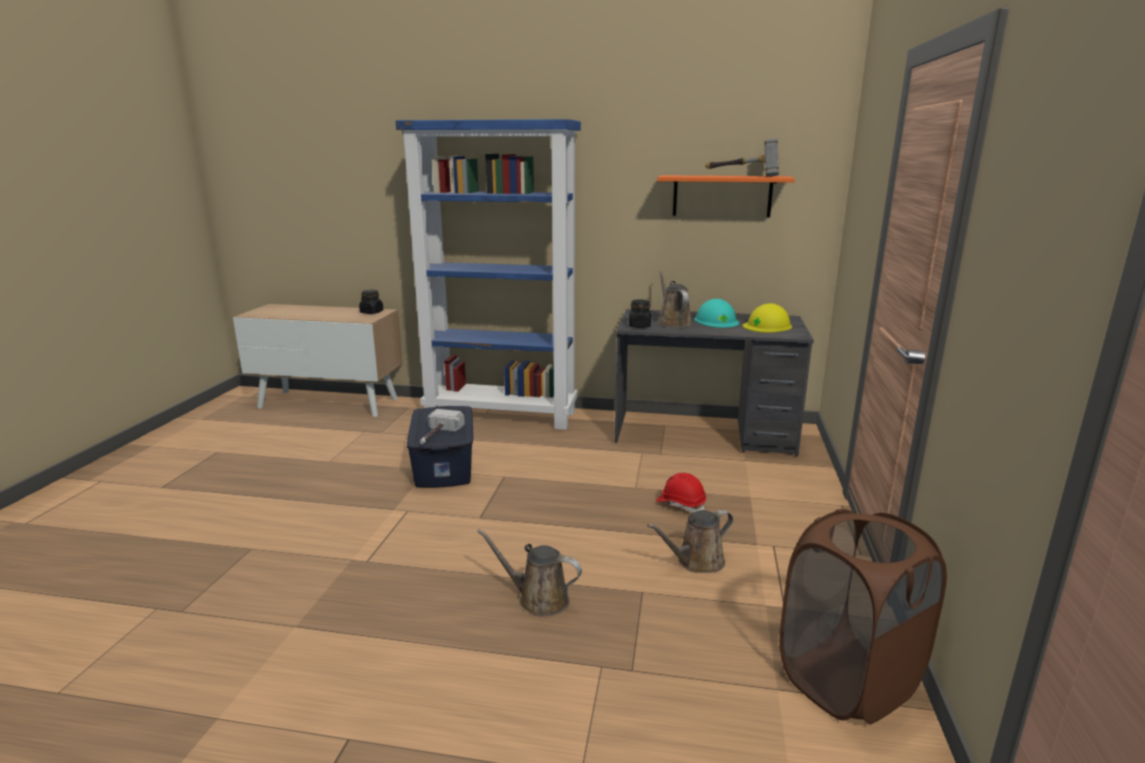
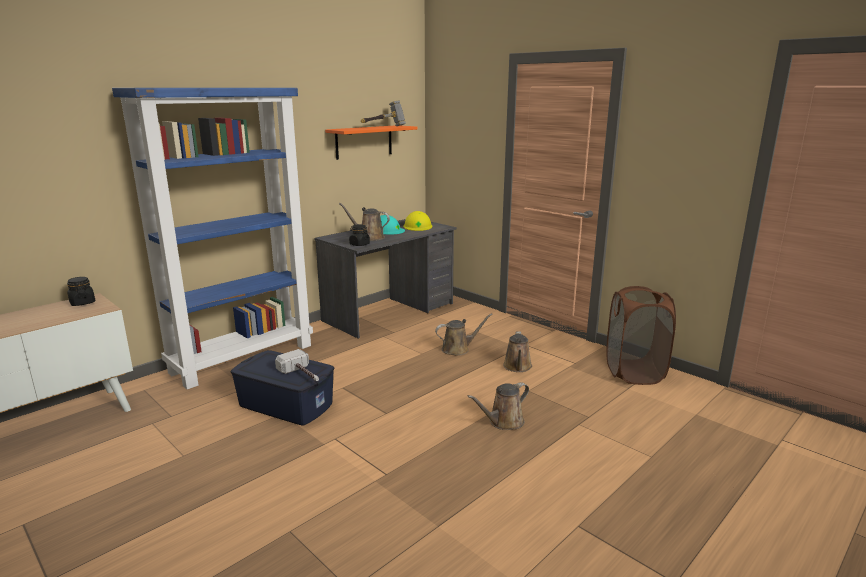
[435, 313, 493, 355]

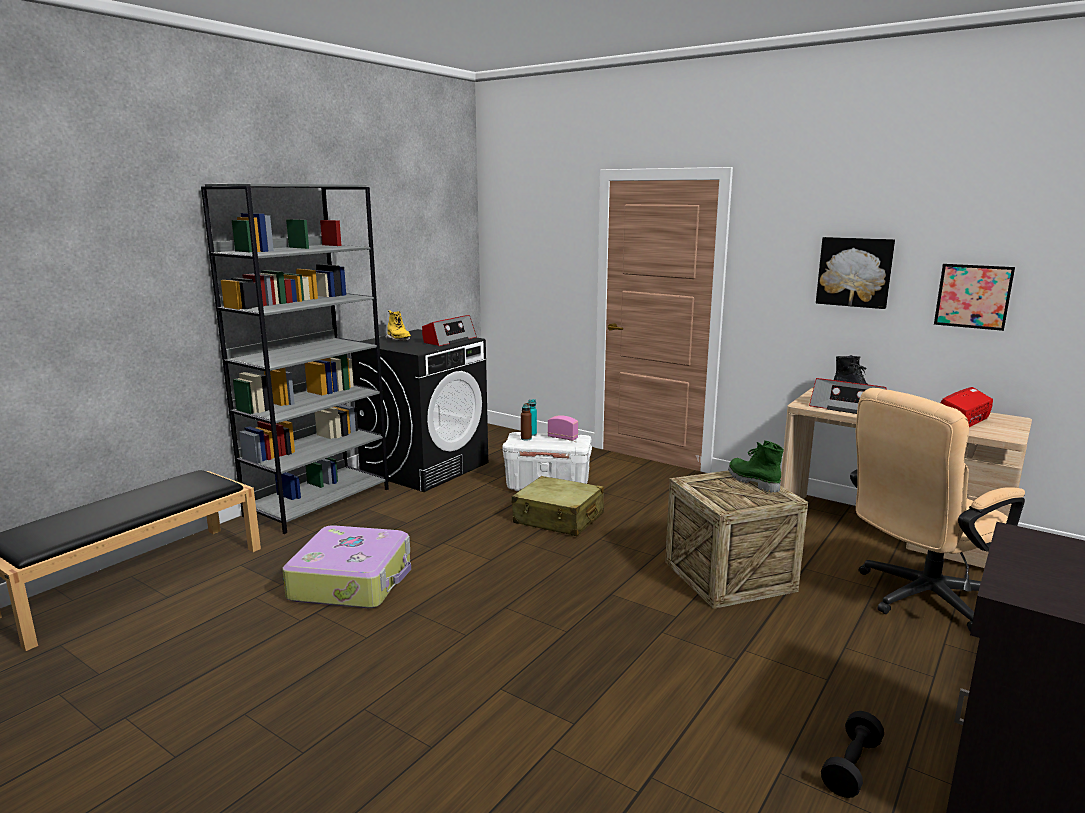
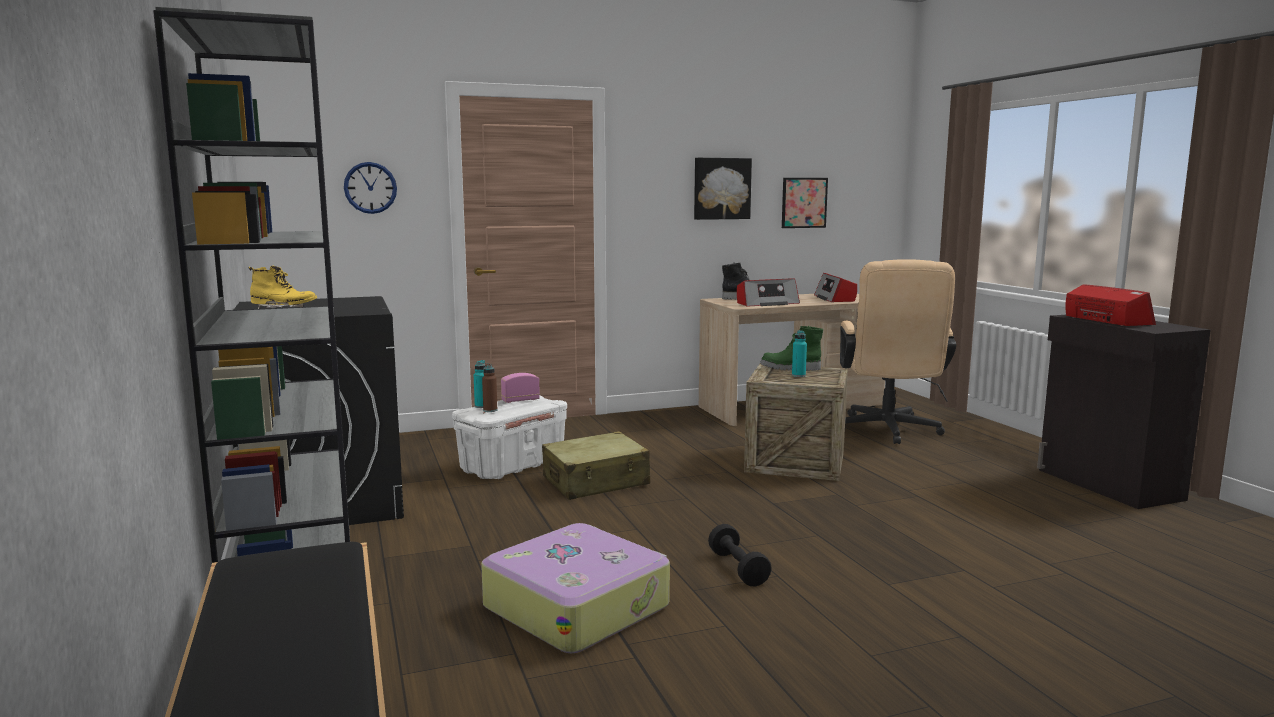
[344, 162, 397, 214]
[708, 524, 772, 586]
[792, 330, 807, 377]
[1065, 284, 1156, 326]

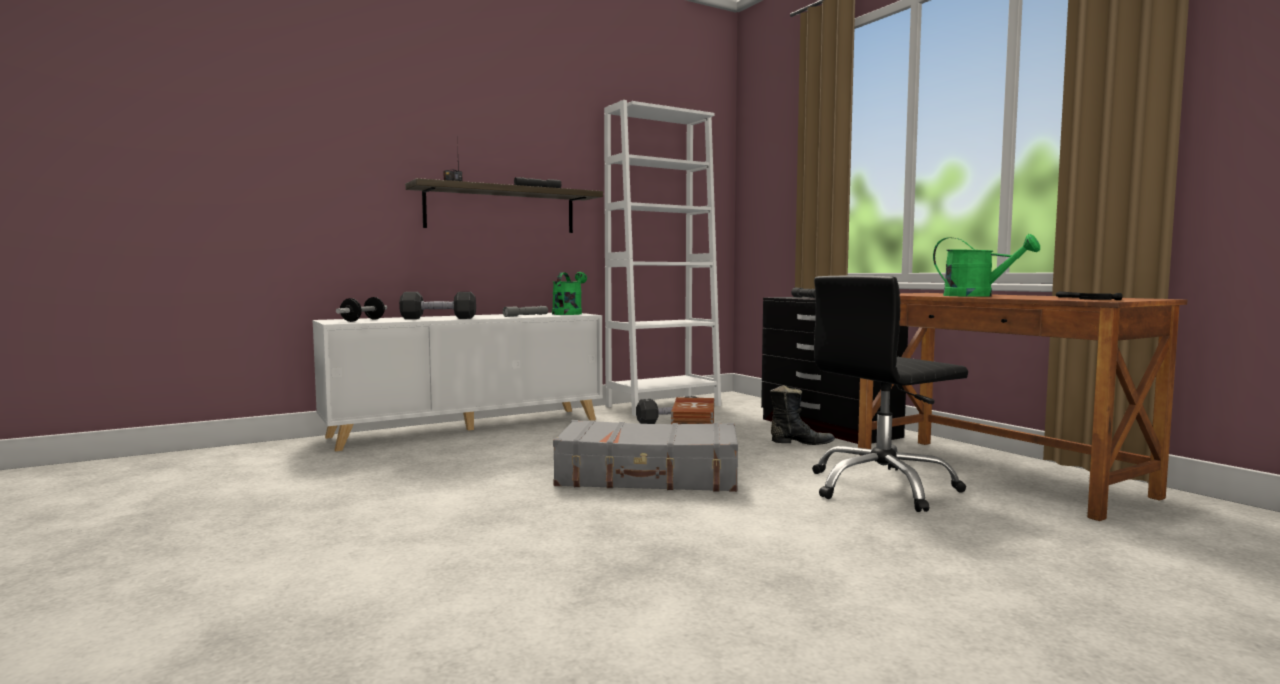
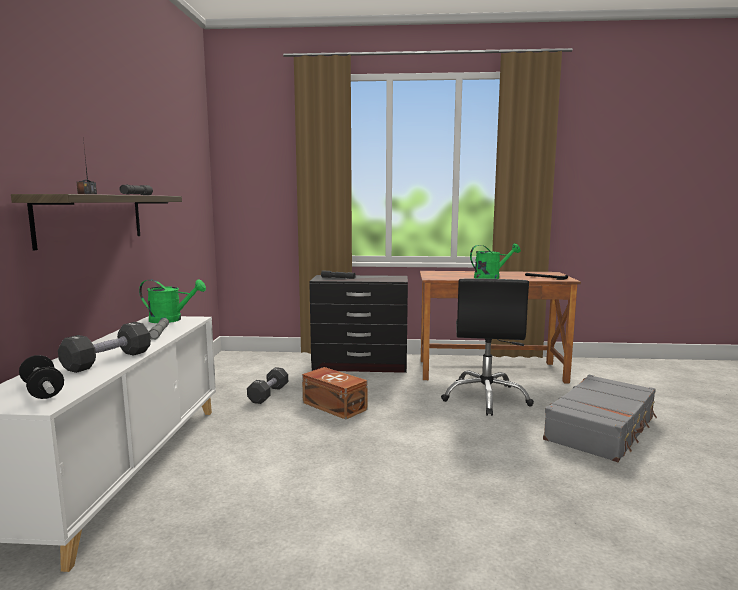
[139, 279, 206, 323]
[543, 375, 657, 462]
[604, 100, 721, 416] (first image)
[770, 385, 835, 445] (first image)

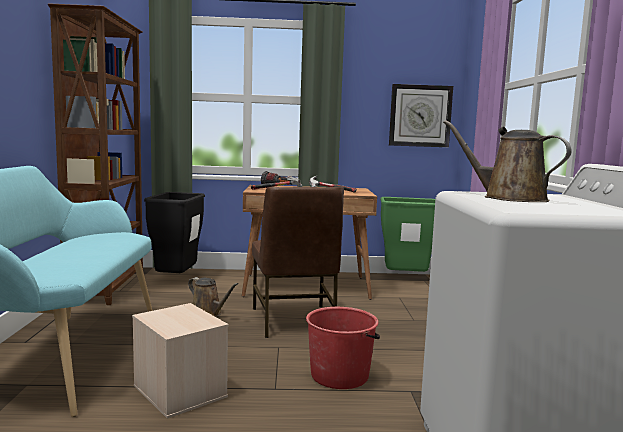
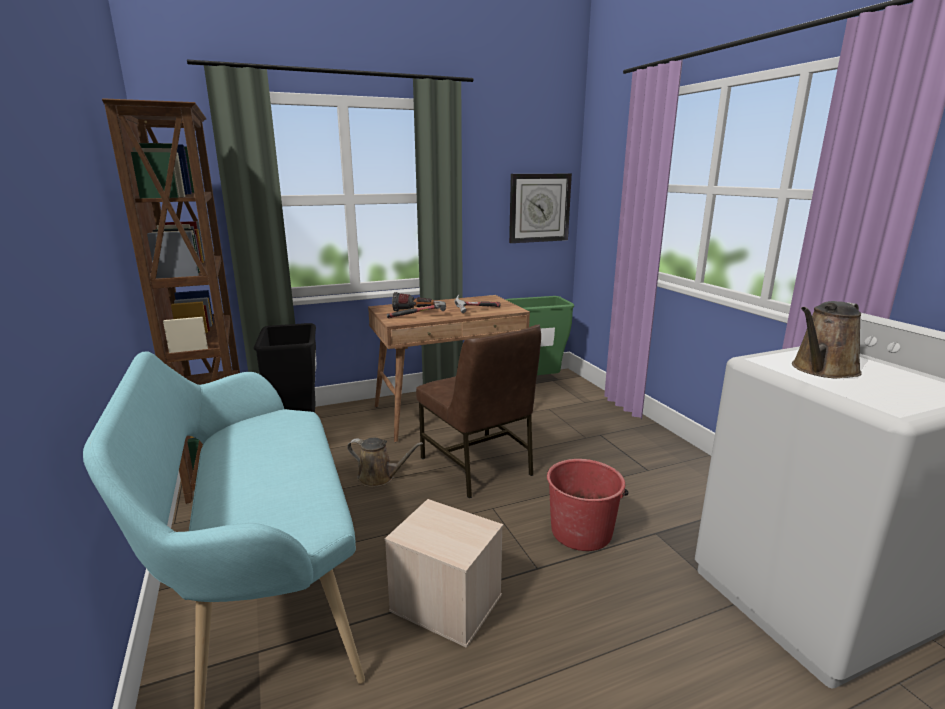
[792, 301, 862, 379]

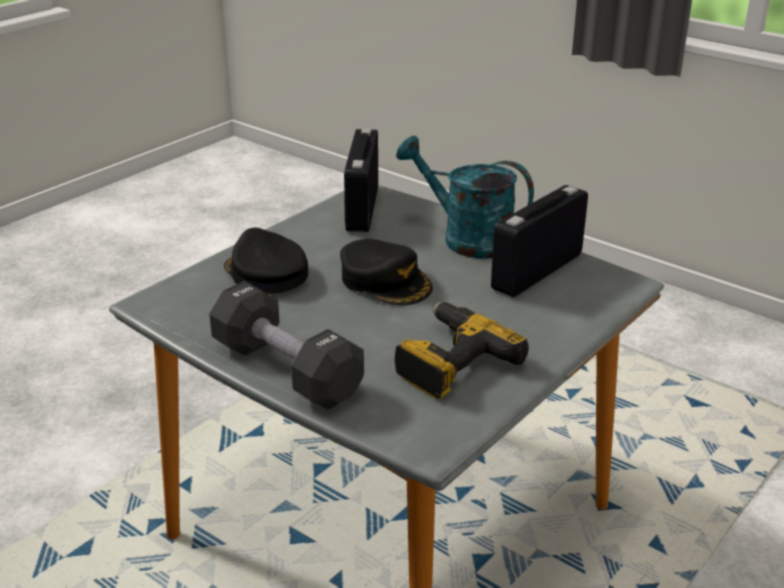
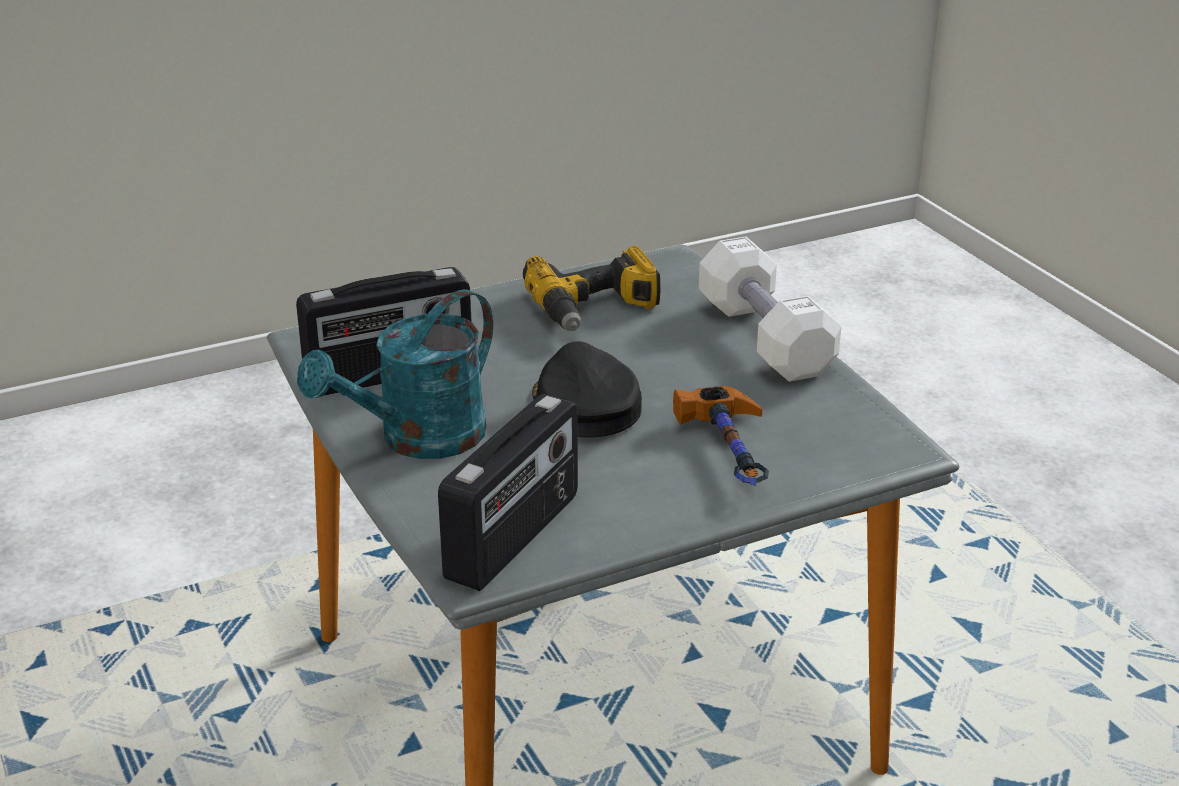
[297, 289, 493, 459]
[673, 386, 769, 486]
[699, 237, 841, 382]

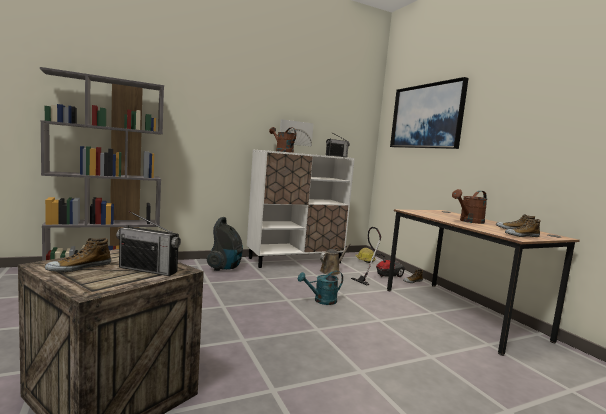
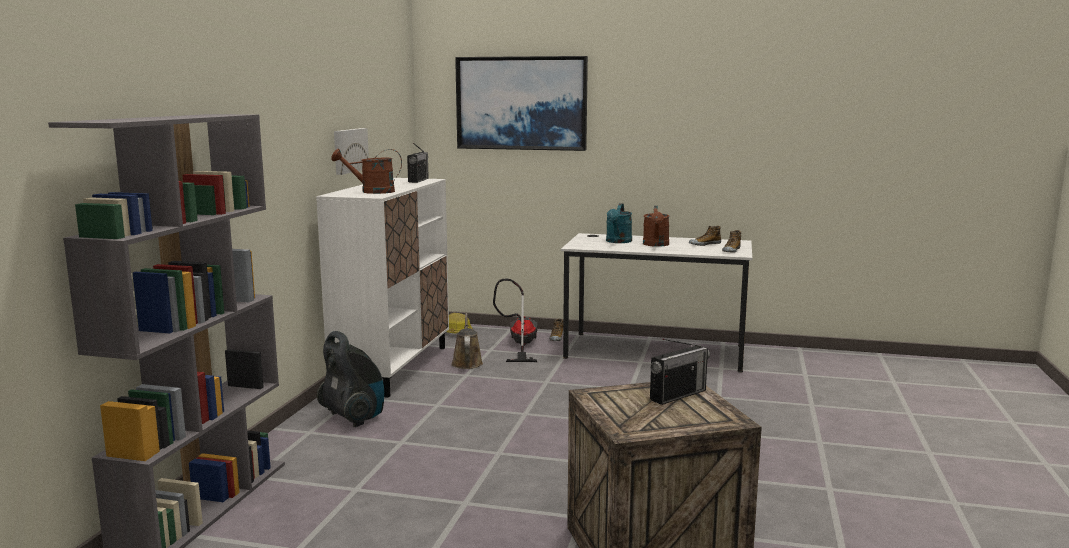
[561, 233, 752, 373]
[606, 203, 632, 243]
[45, 238, 111, 272] (first image)

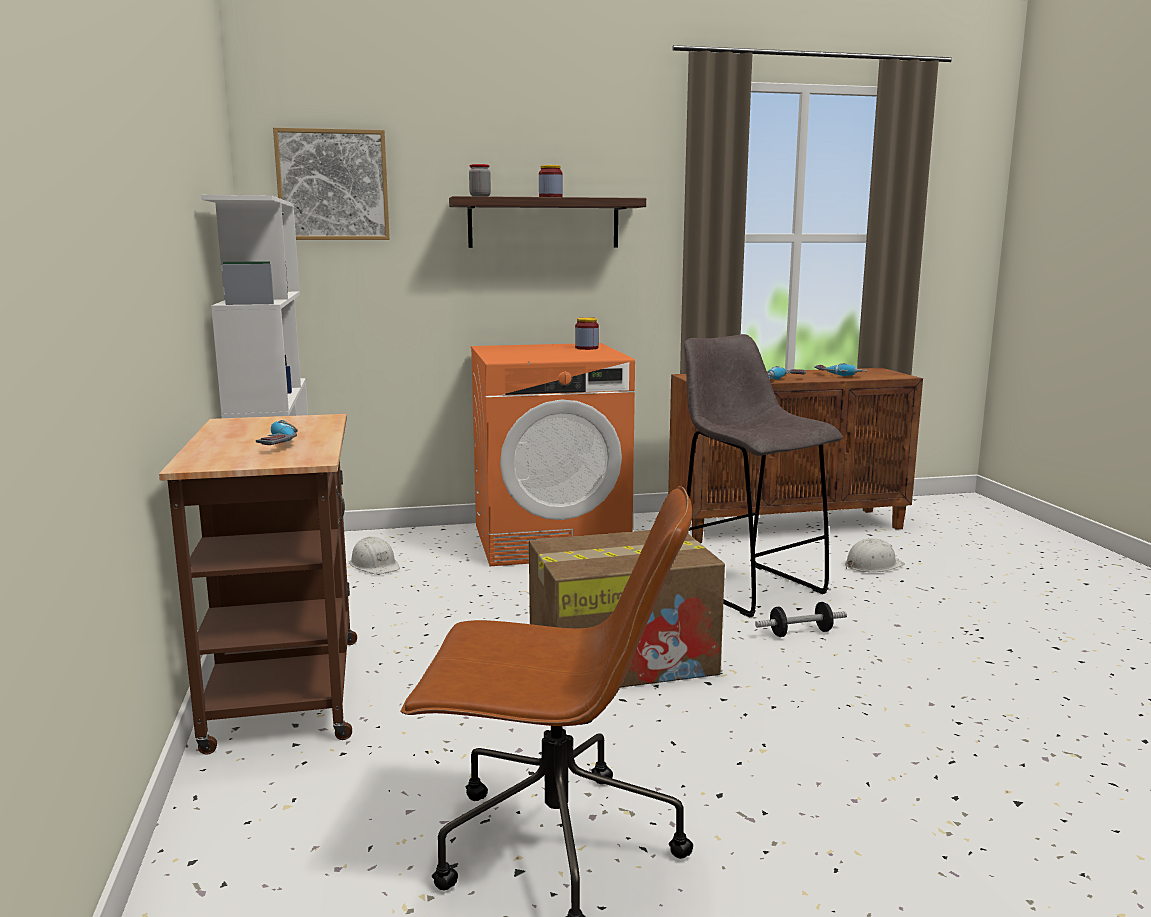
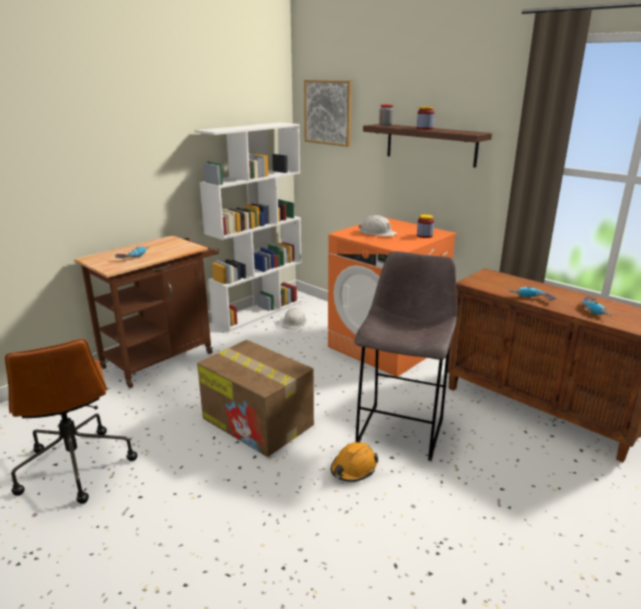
[331, 442, 378, 482]
[358, 215, 397, 237]

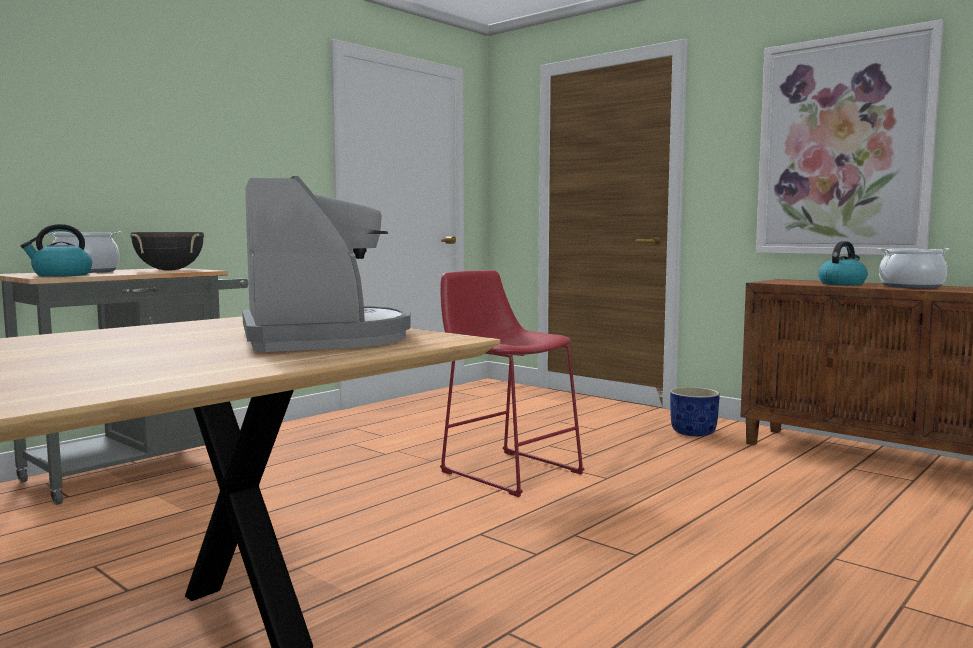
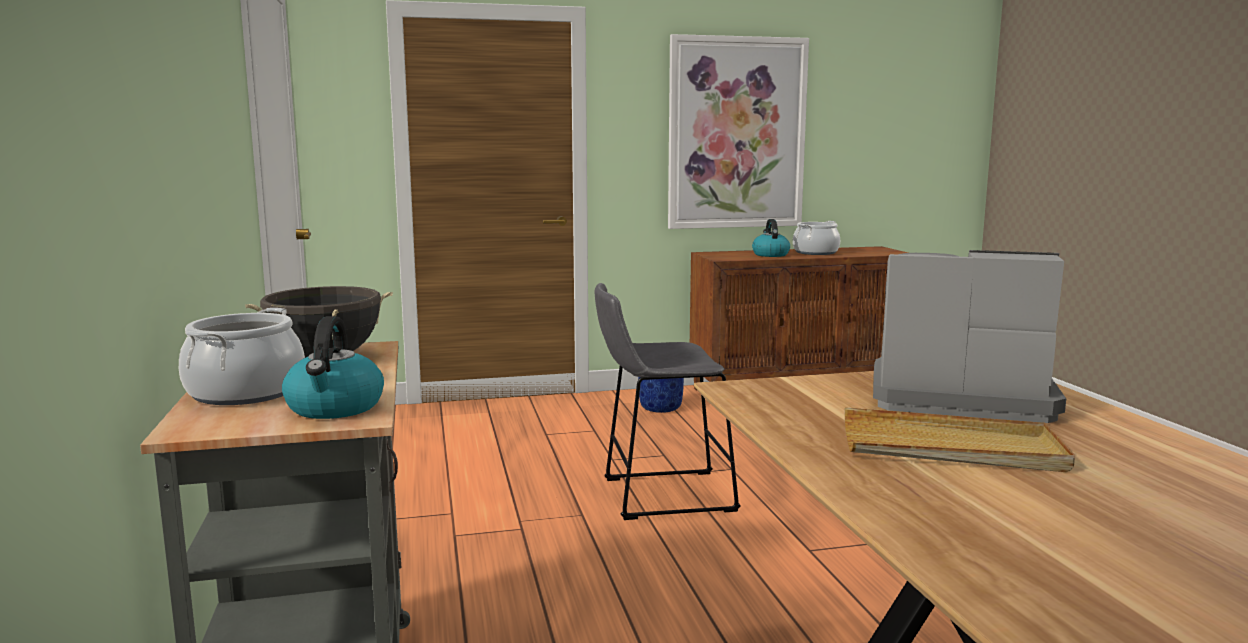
[595, 283, 741, 520]
[845, 408, 1075, 472]

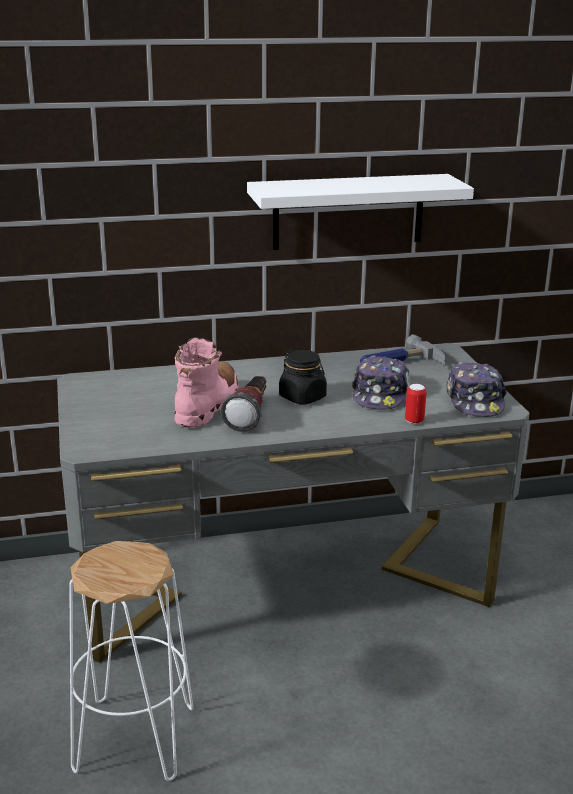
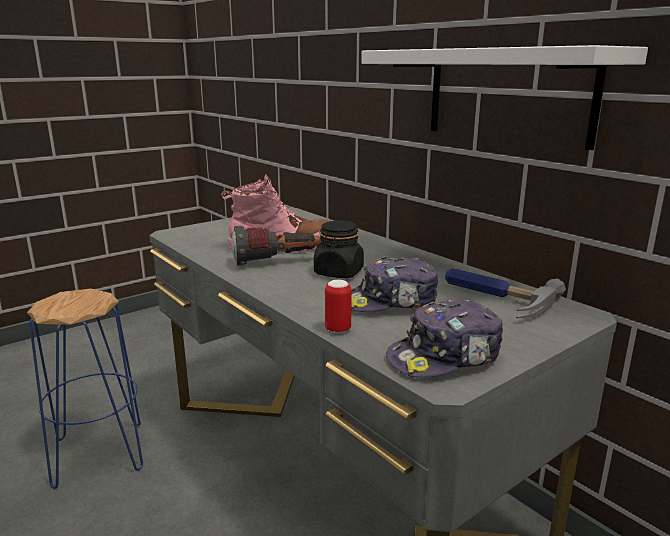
[27, 289, 143, 489]

